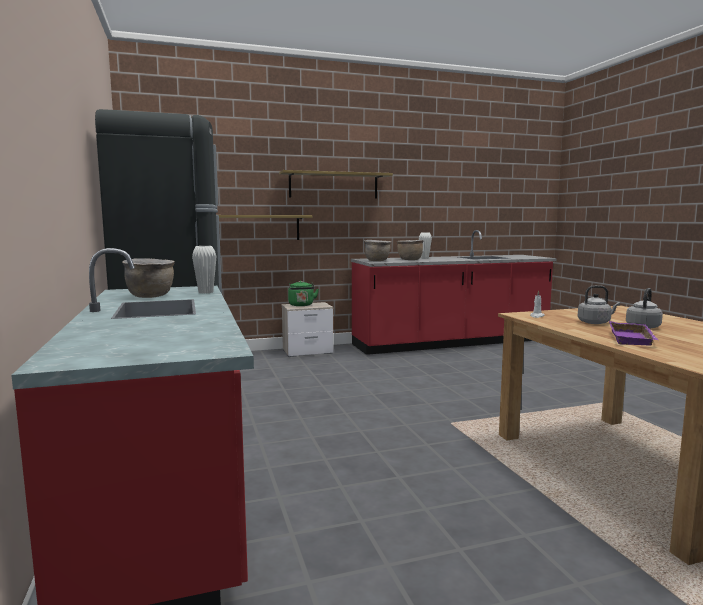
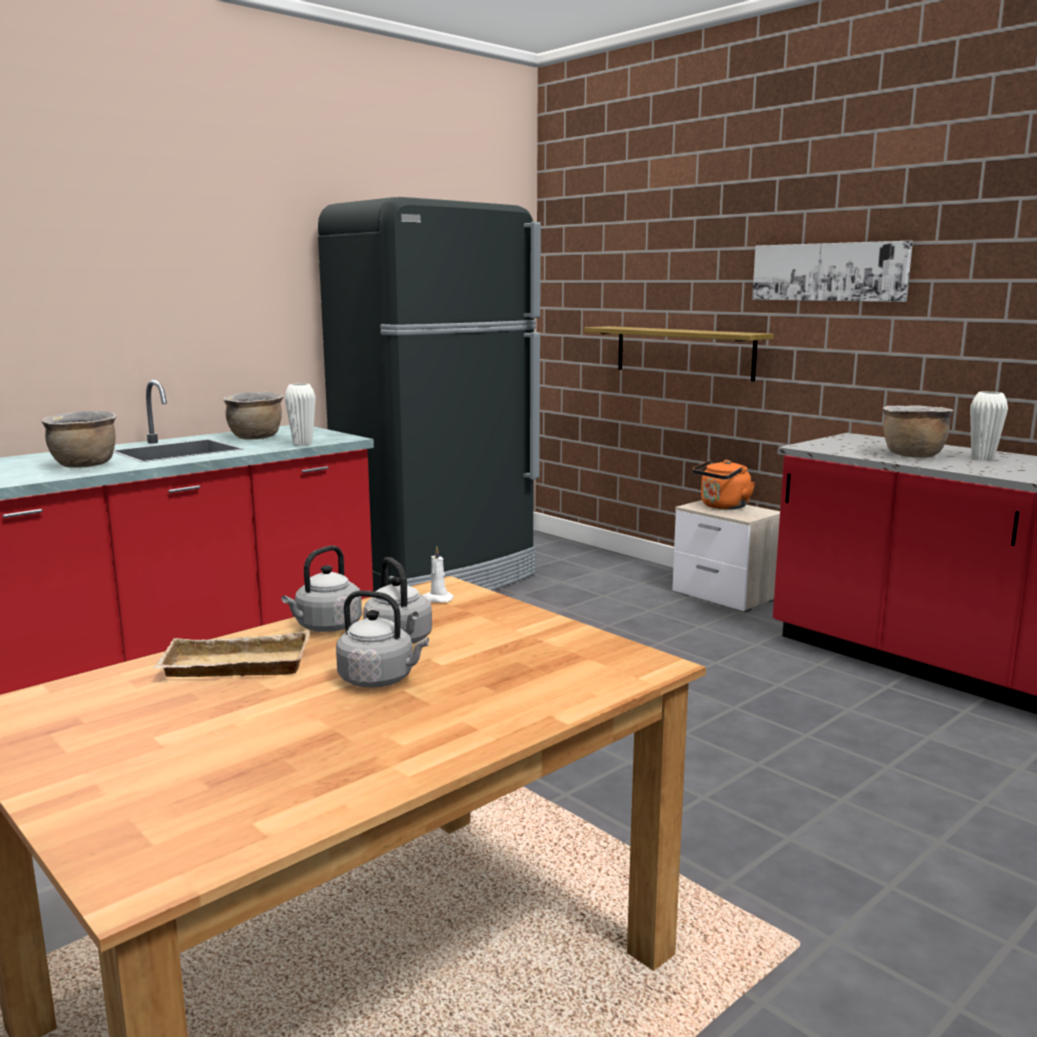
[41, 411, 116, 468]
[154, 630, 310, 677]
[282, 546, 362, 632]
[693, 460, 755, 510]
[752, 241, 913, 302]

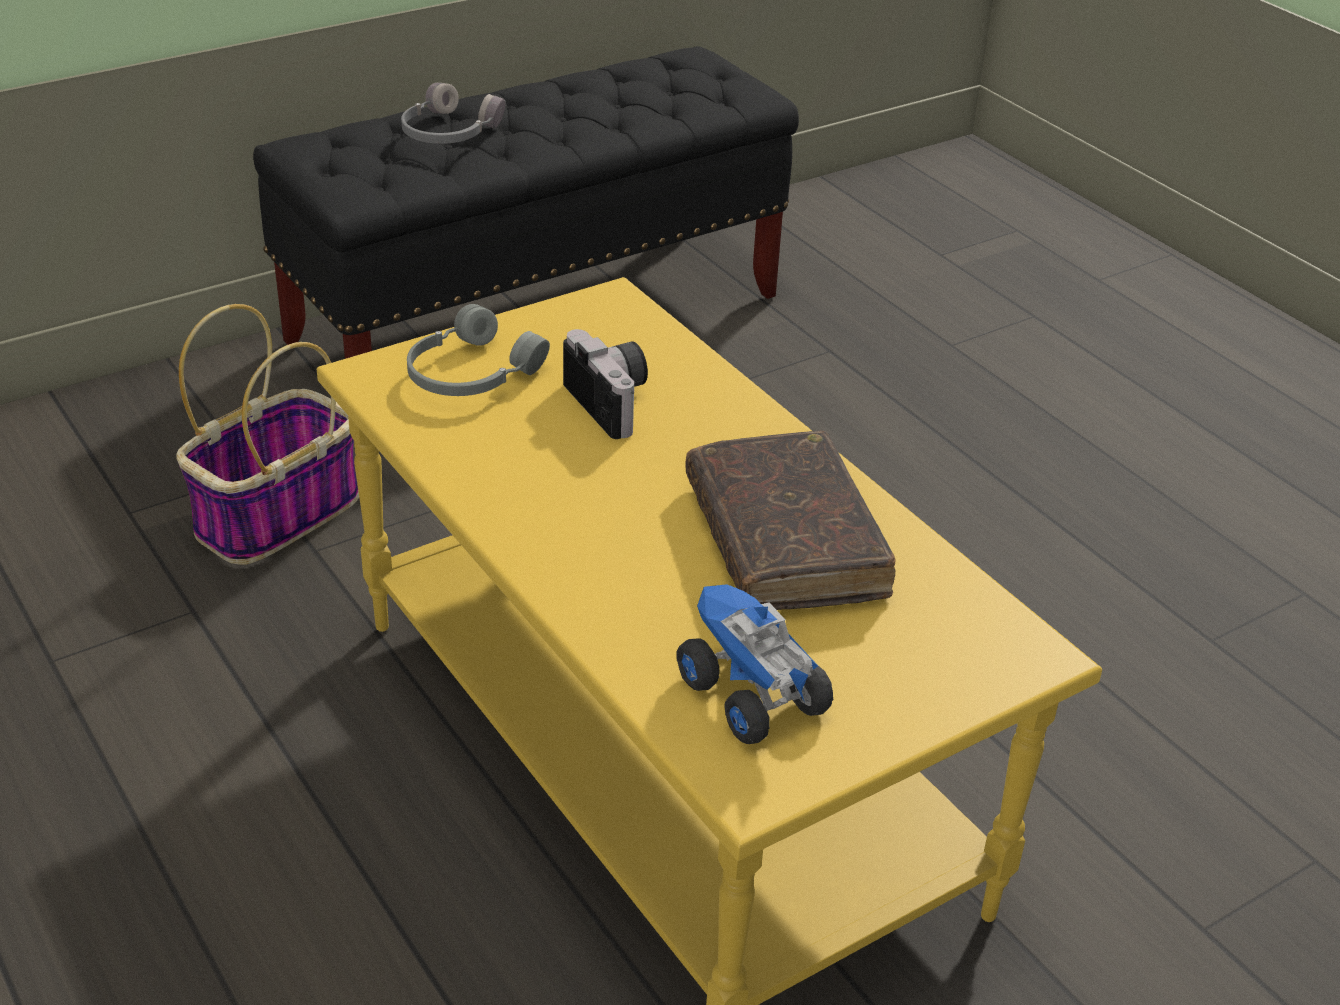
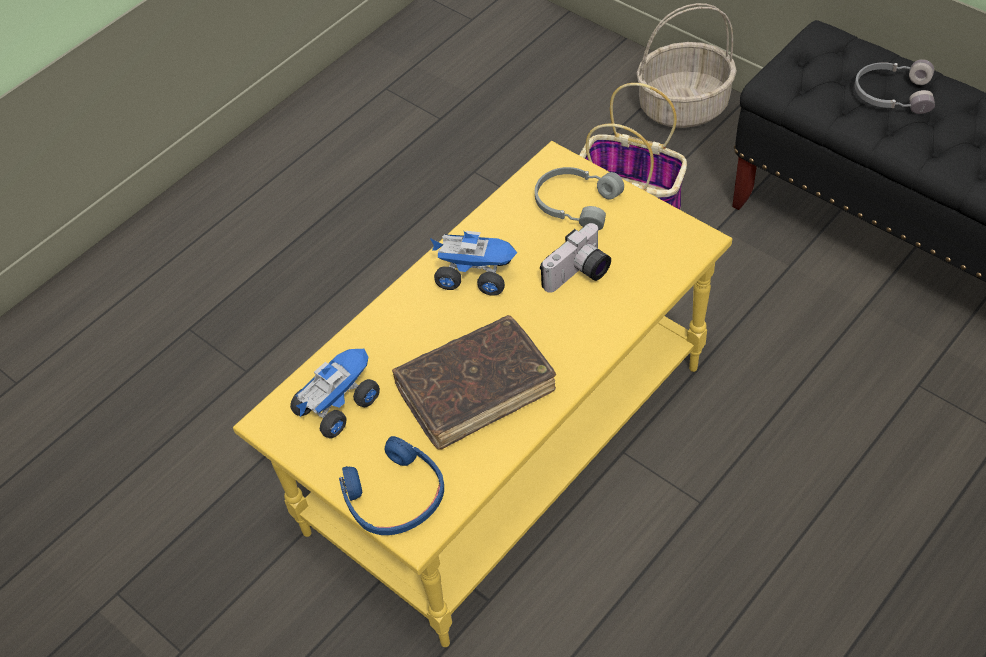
[339, 436, 444, 535]
[430, 231, 517, 296]
[637, 3, 737, 128]

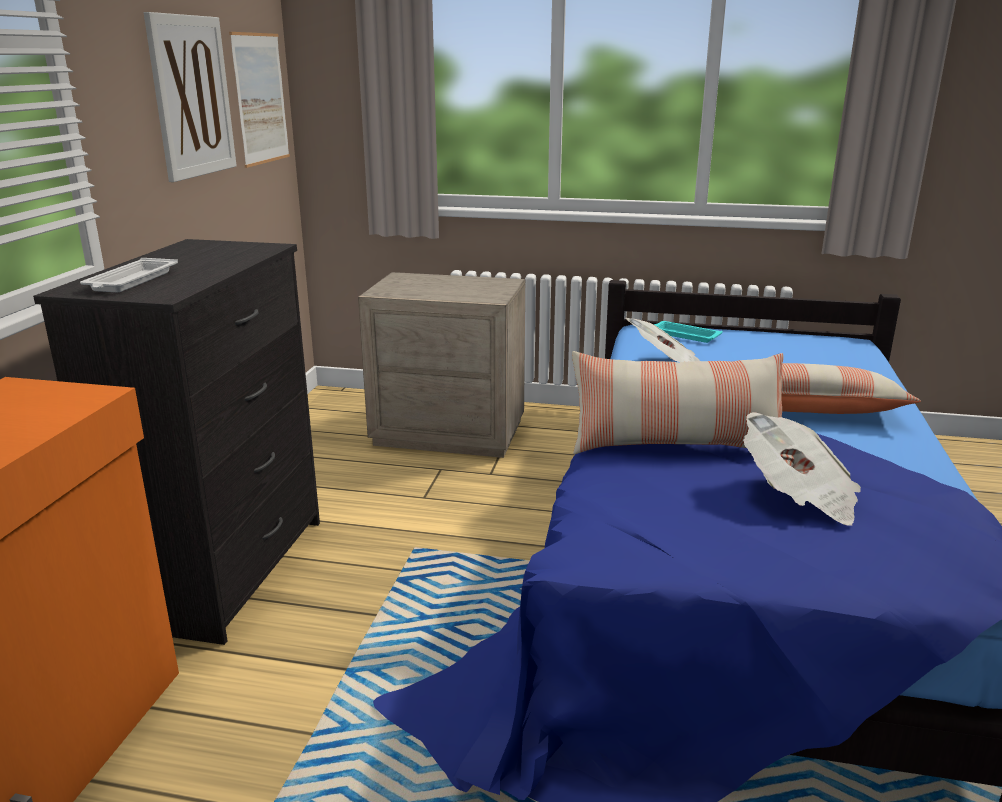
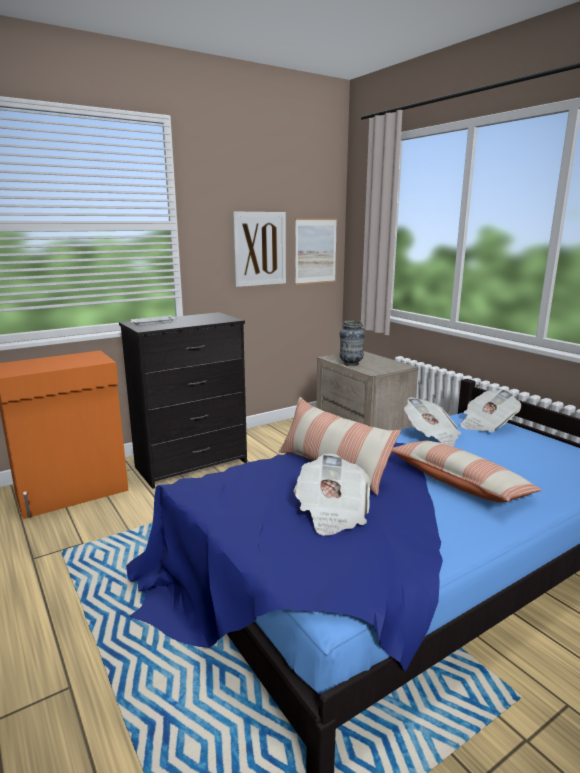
[339, 320, 365, 366]
[460, 389, 521, 432]

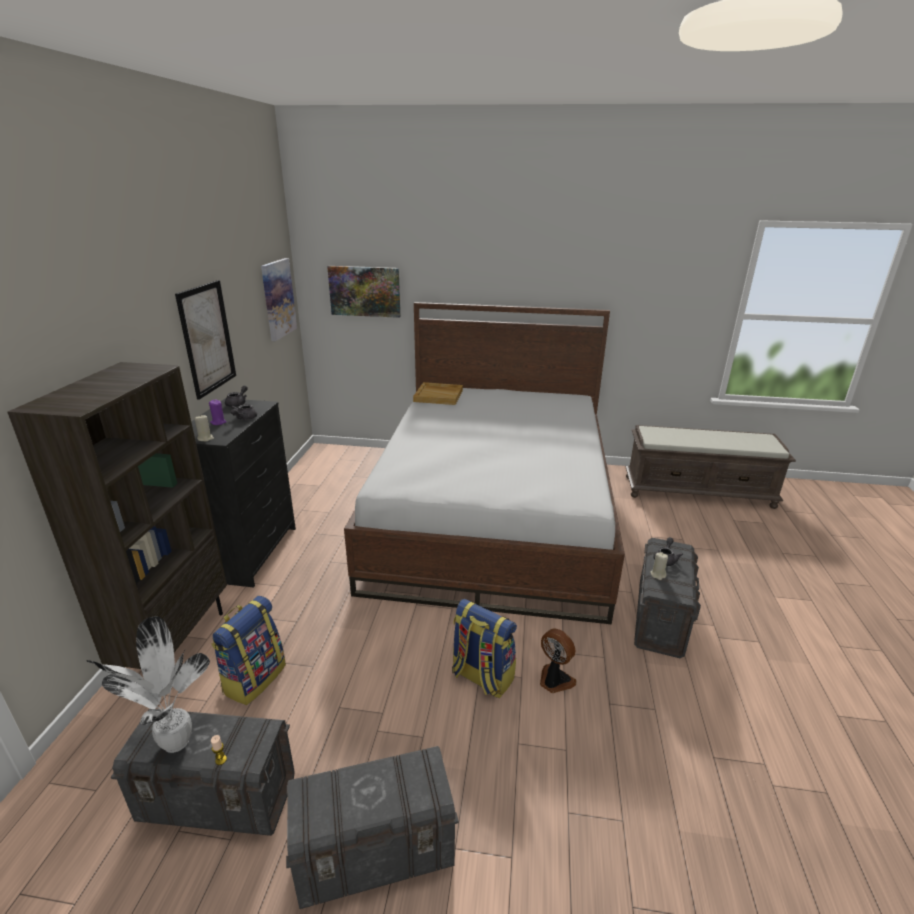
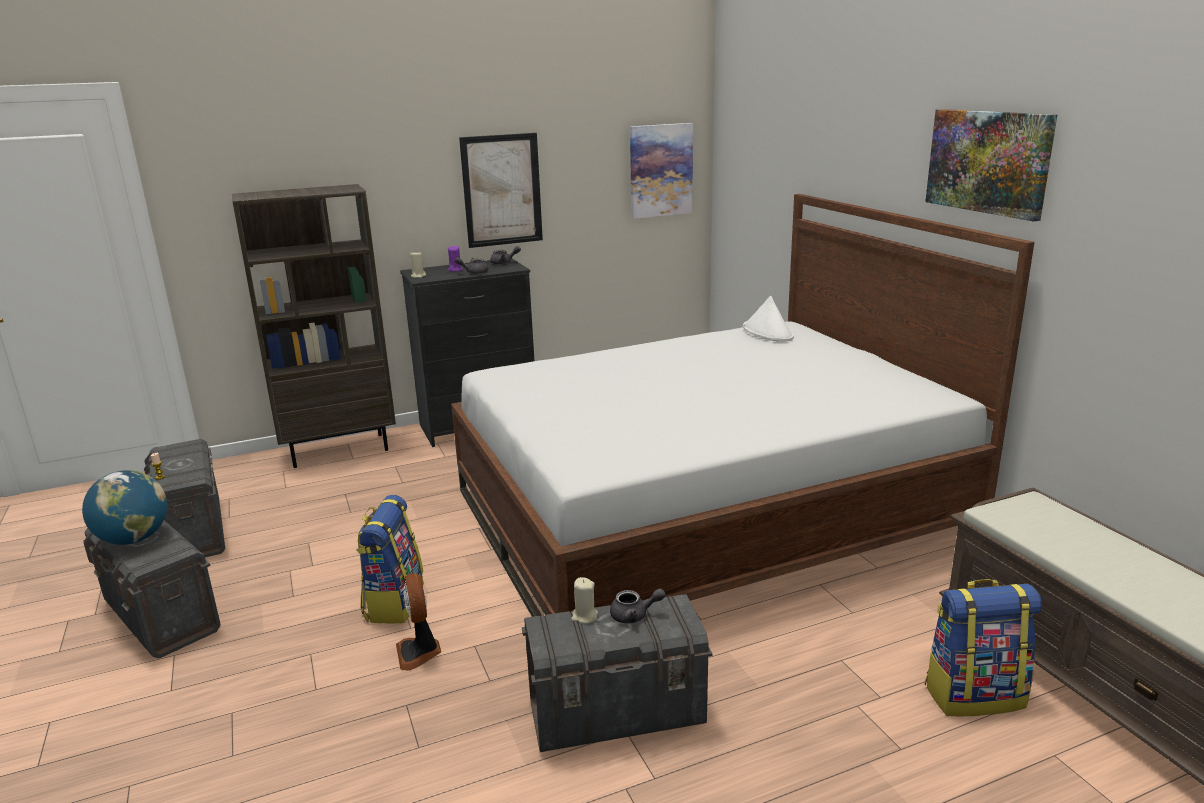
[82, 470, 167, 545]
[396, 573, 441, 671]
[743, 296, 794, 342]
[925, 109, 1057, 221]
[925, 579, 1042, 716]
[86, 616, 210, 753] (first image)

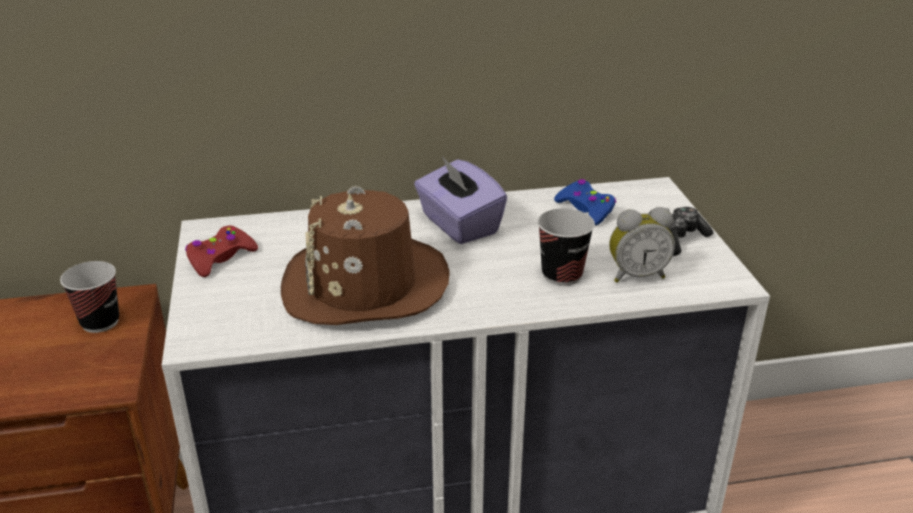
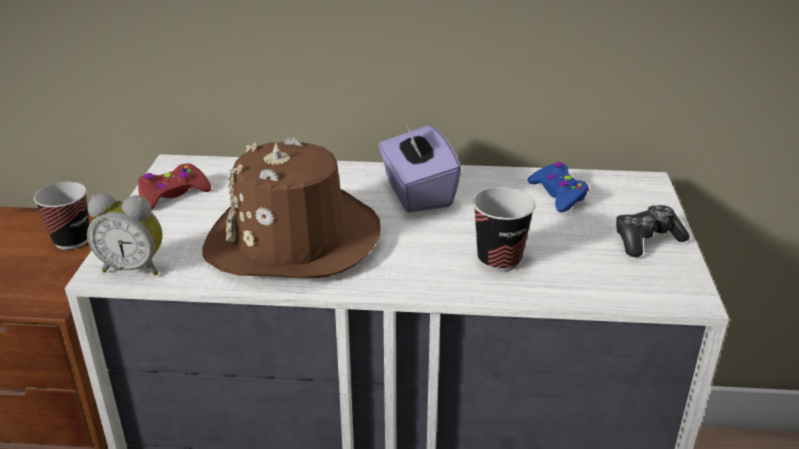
[87, 193, 163, 276]

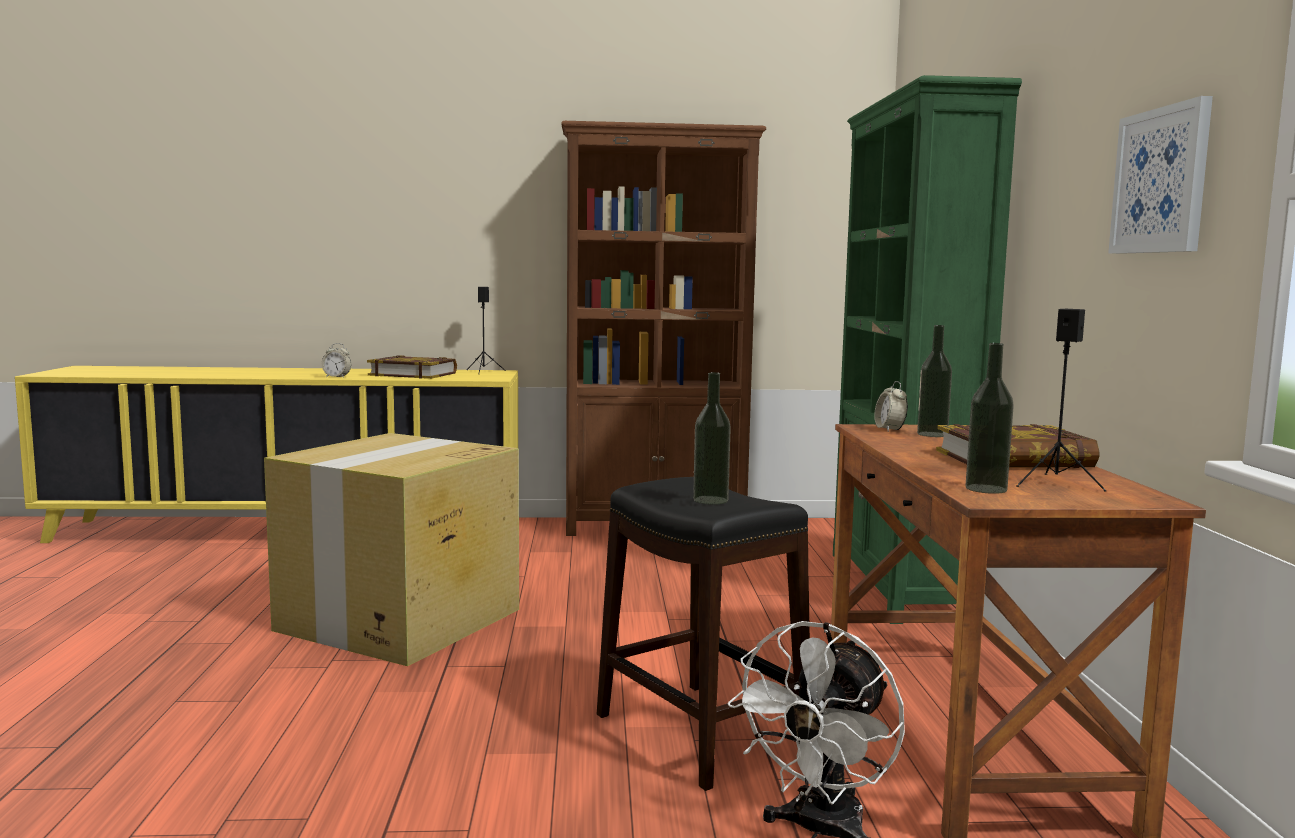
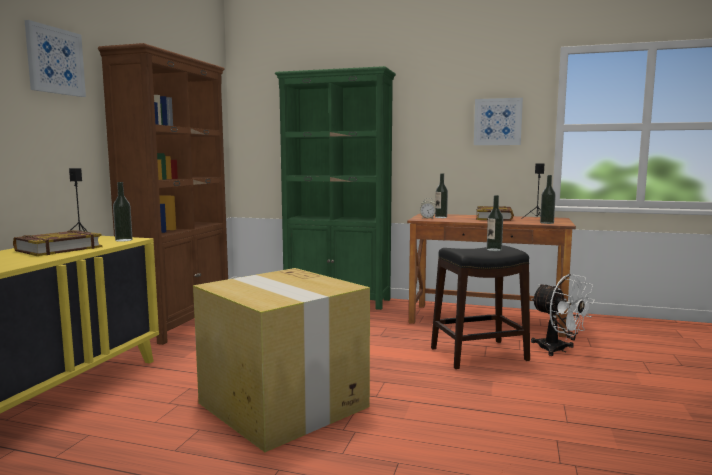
[25, 20, 86, 97]
[113, 182, 133, 242]
[322, 343, 351, 378] (first image)

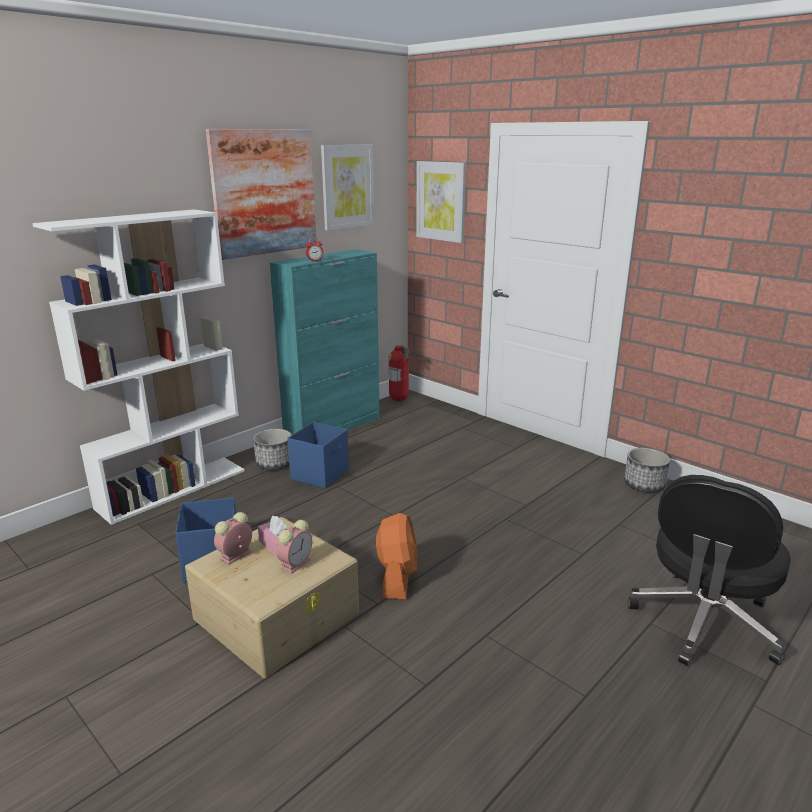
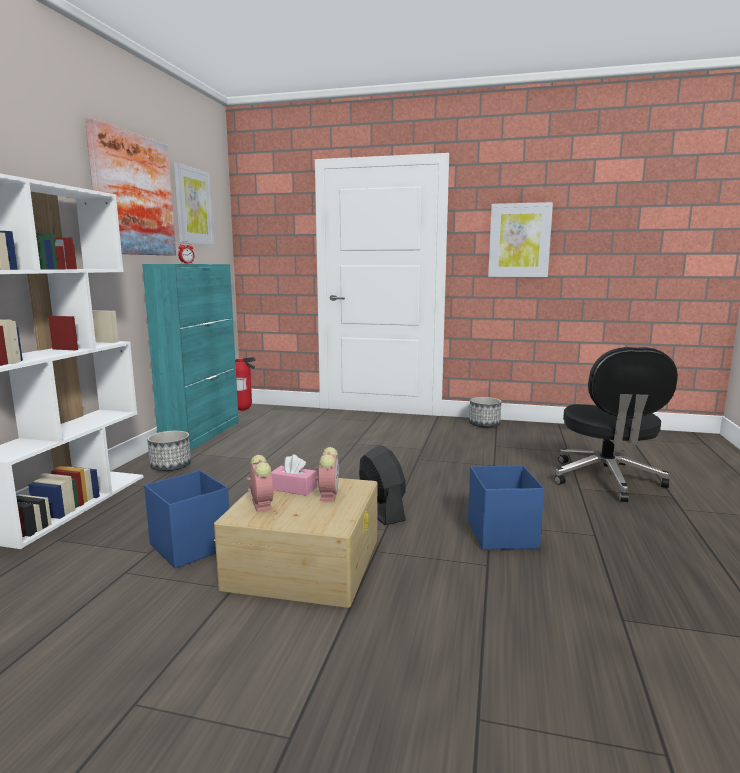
[247, 455, 273, 512]
[359, 445, 406, 525]
[468, 465, 544, 550]
[488, 202, 553, 277]

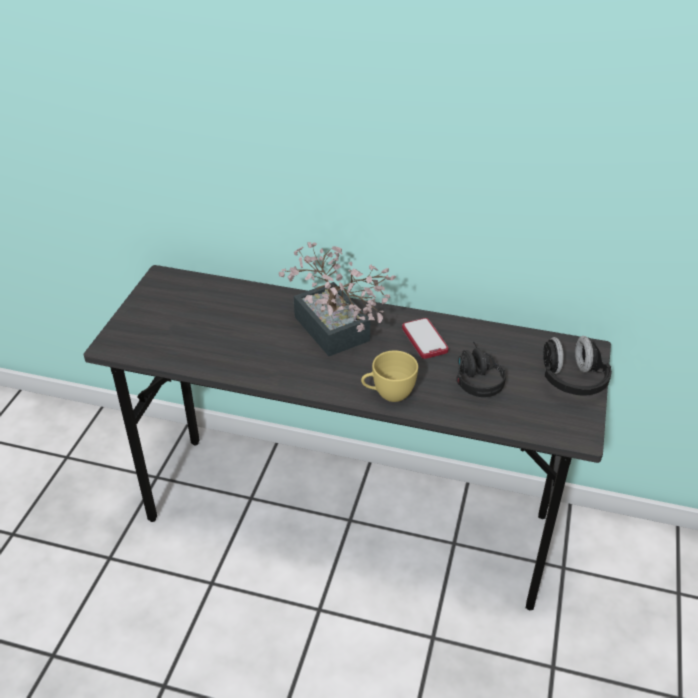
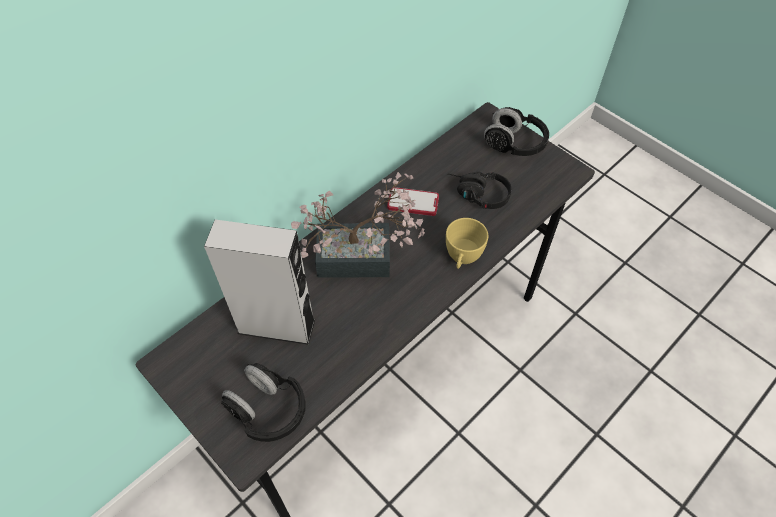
[204, 219, 315, 345]
[221, 363, 306, 442]

